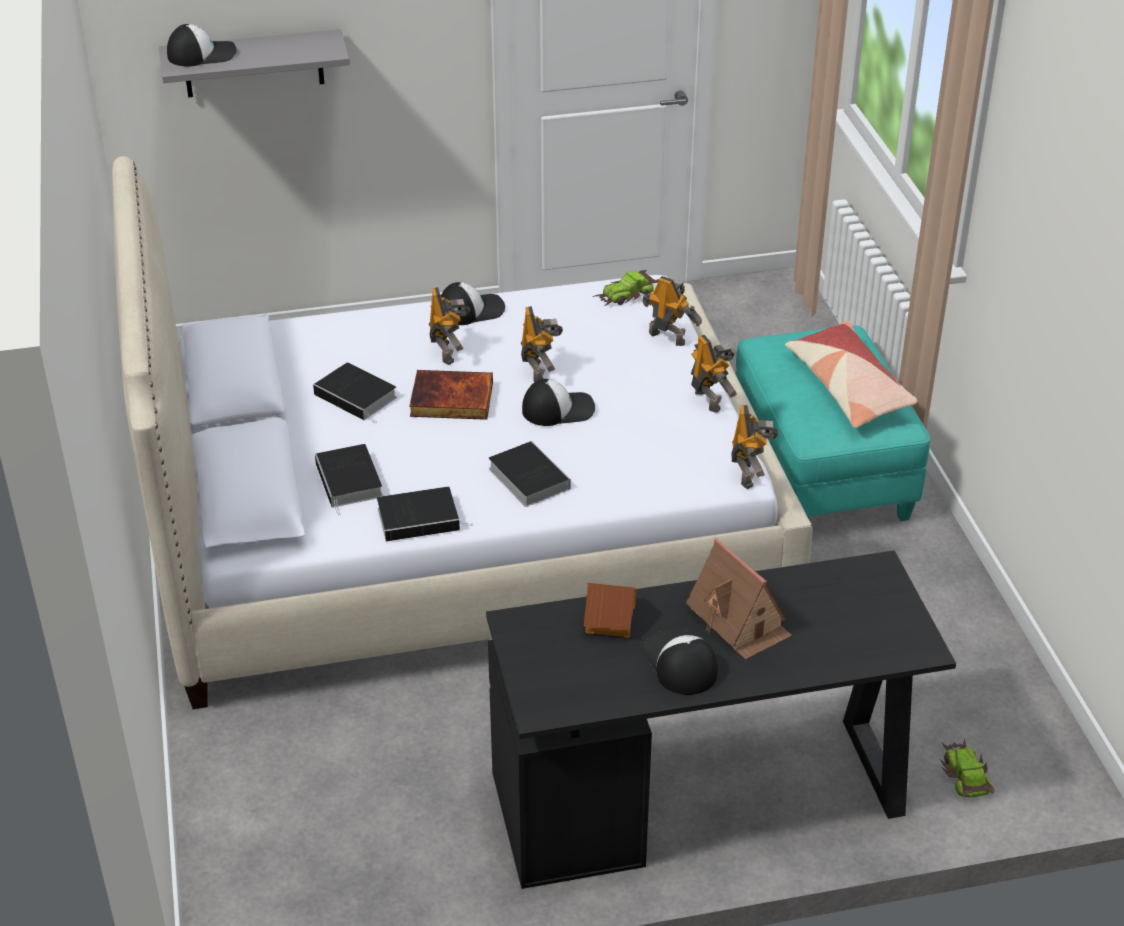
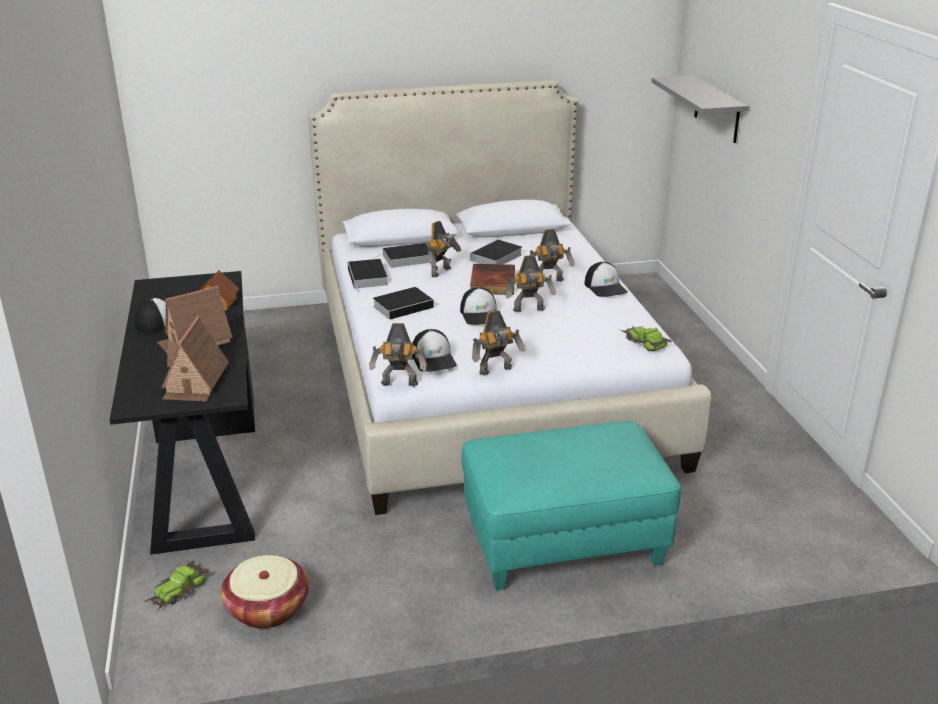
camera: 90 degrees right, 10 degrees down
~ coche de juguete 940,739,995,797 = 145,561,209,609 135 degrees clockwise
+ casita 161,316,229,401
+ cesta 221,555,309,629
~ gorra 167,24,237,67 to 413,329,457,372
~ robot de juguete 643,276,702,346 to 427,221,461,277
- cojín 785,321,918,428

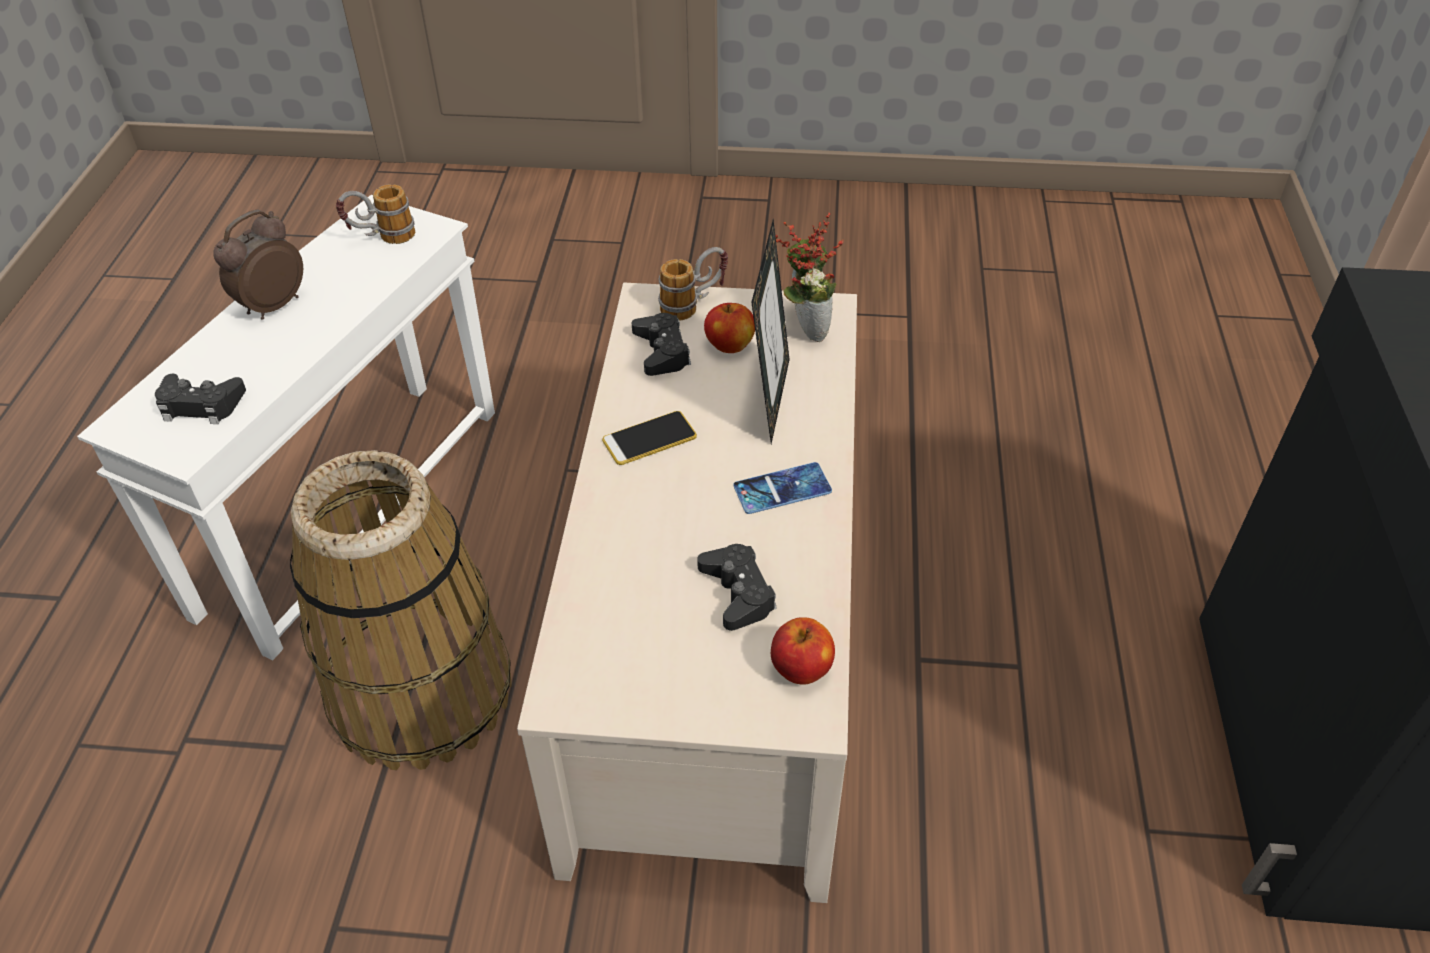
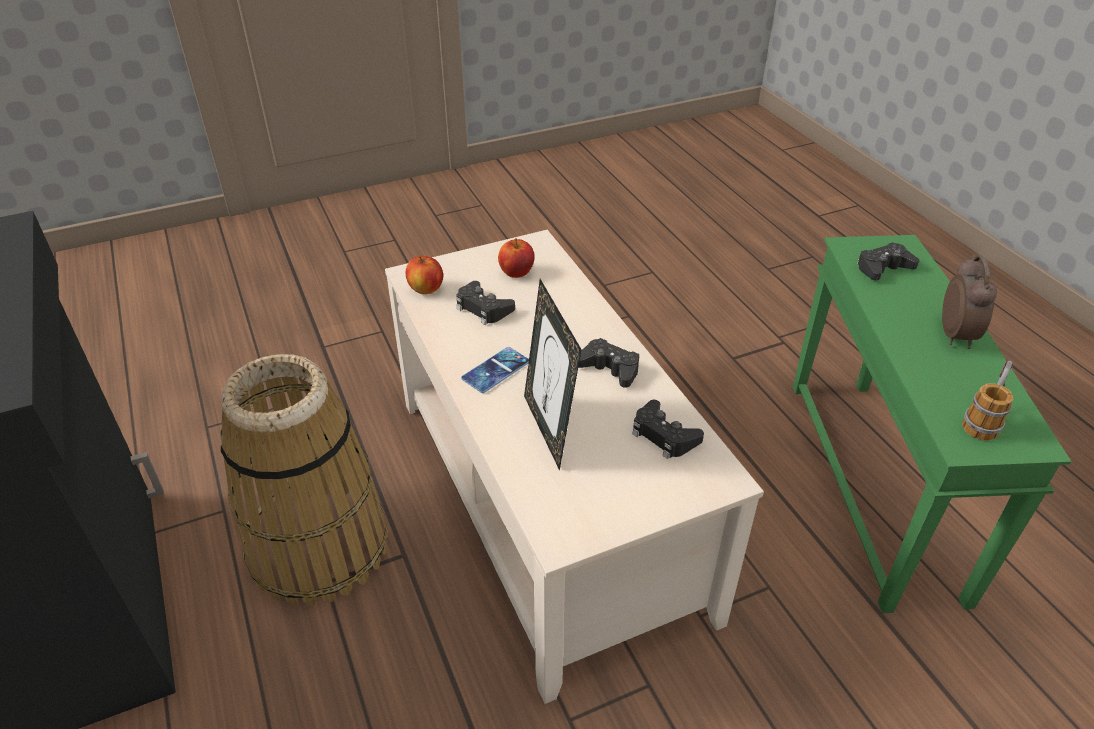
camera: 150 degrees right, 5 degrees down
~ cesta 290,450,512,770 to 221,354,388,606
~ manzana 704,303,755,353 to 498,238,535,278
~ móvil 602,411,697,465 to mando de consola (negro) 578,338,639,388
~ mesa auxiliar (blanco) 77,195,495,660 to mesa auxiliar (verde) 793,235,1072,613
- taza grande 658,247,728,321
- planta en maceta 775,213,844,342

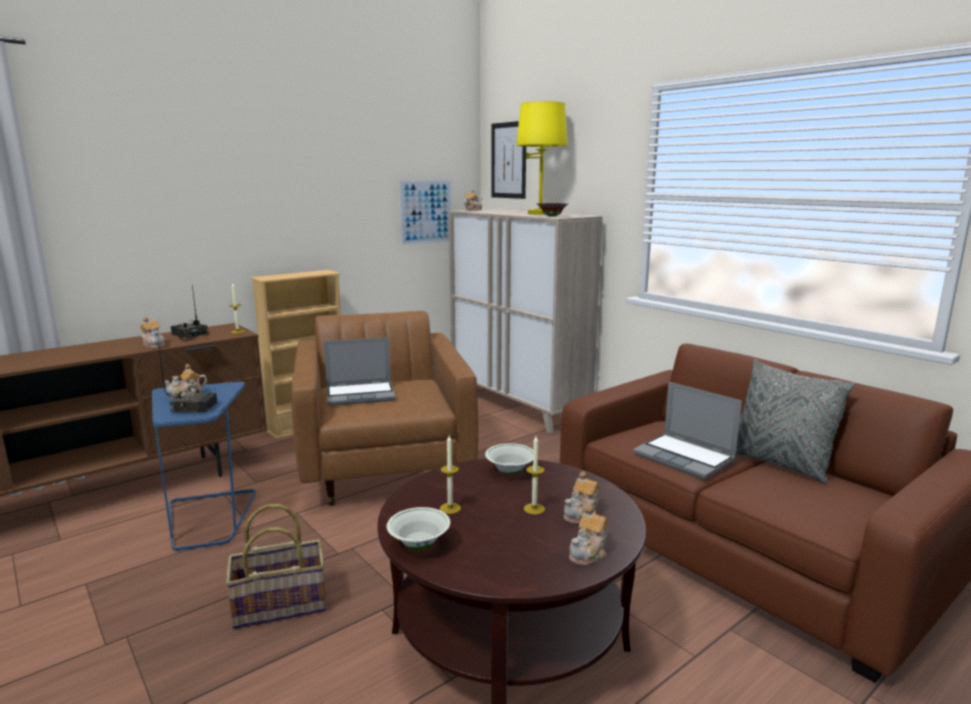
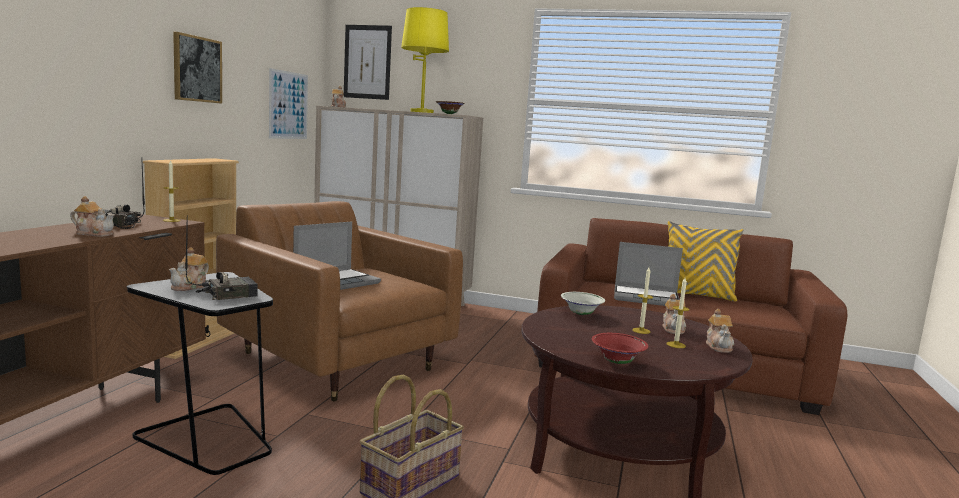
camera: 35 degrees left, 5 degrees down
~ mesa auxiliar (azul) 152,382,256,551 to mesa auxiliar (negro) 127,272,273,475
+ cuadro 173,32,222,104
~ cuenco (blanco) 386,507,450,550 to cuenco (rojo) 592,333,648,364
~ vela 440,435,461,514 to 667,278,689,348
~ cojín (gris) 736,359,855,484 to cojín (amarillo) 668,221,744,301

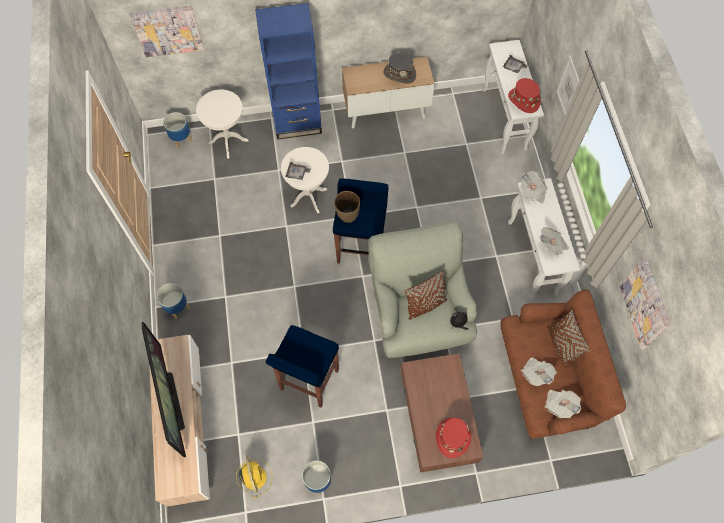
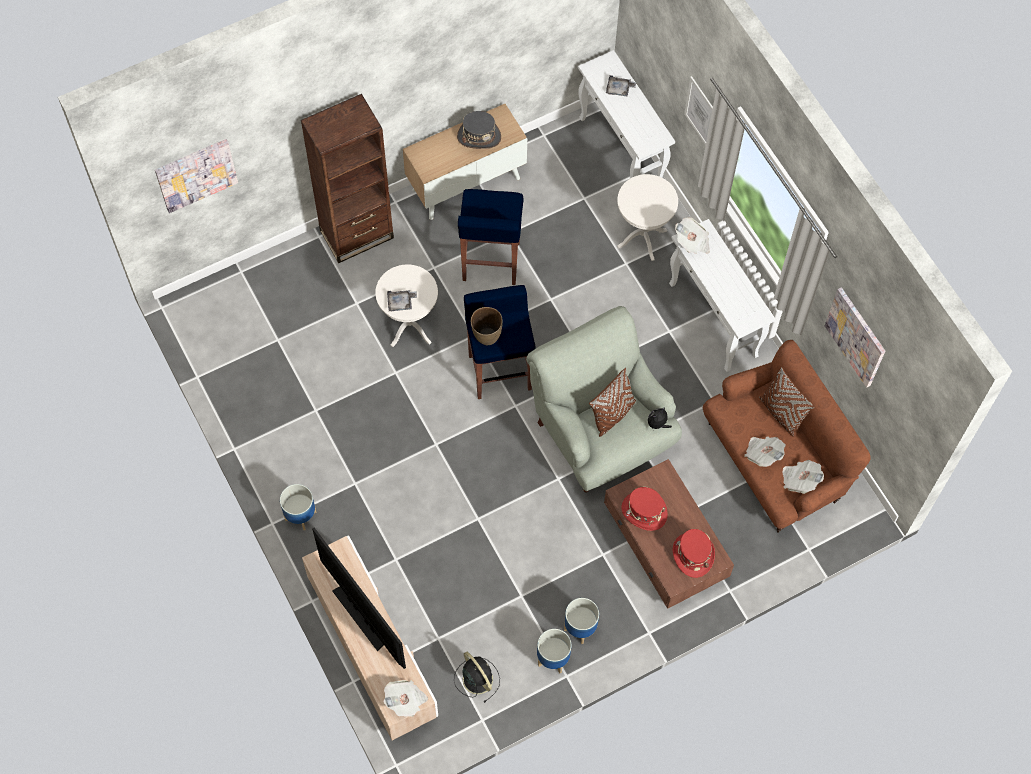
camera: 20 degrees left, 0 degrees up
~ estantería (azul) 255,3,322,140 to estantería (marrón) 301,94,394,263
~ periódico 540,227,569,255 to 383,680,428,717
~ ventilador (amarillo) 236,455,272,499 to ventilador (negro) 454,651,500,703
~ taburete (azul) 266,325,339,408 to 458,189,523,285
~ maceta 163,112,192,149 to 564,598,599,644
~ mesa auxiliar (blanco) 196,90,248,158 to 617,174,678,261
~ sombrero (rojo) 508,78,541,113 to 622,486,668,531

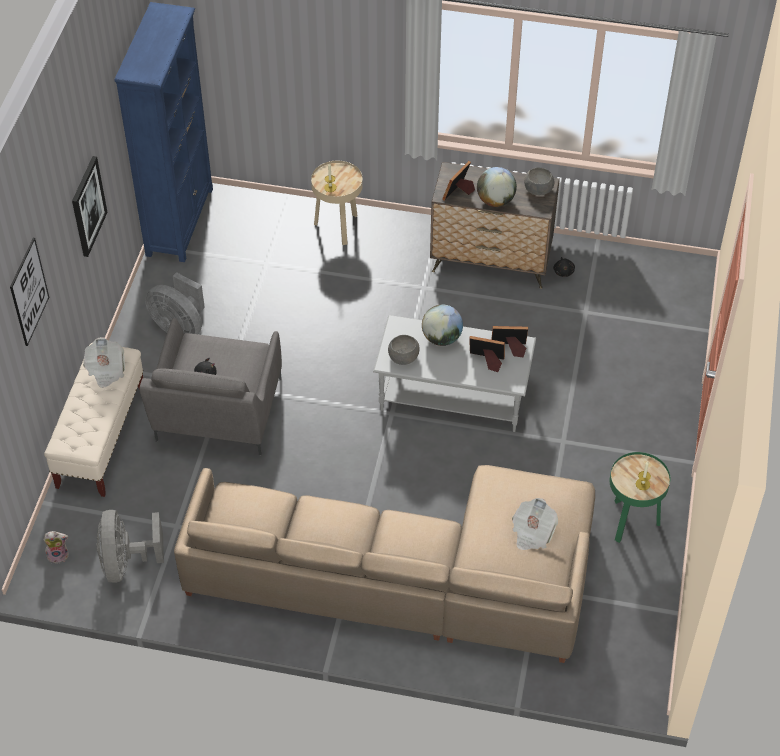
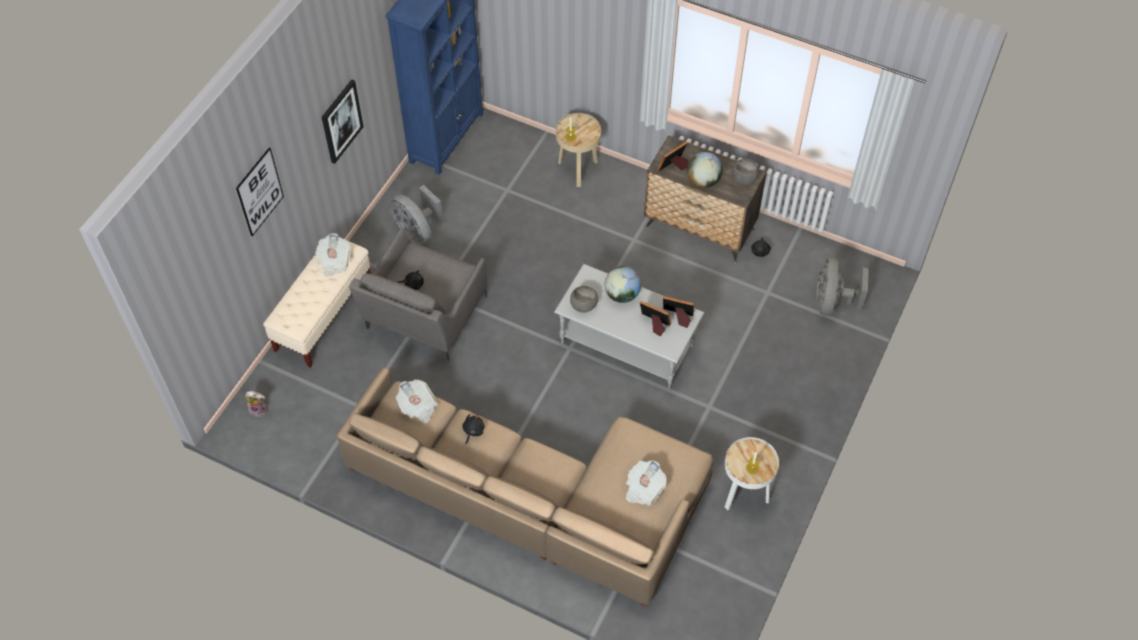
camera: 15 degrees right, 5 degrees up
+ periódico 396,380,438,423
+ peluche (negro) 462,414,484,444
~ mesa auxiliar (verde) 610,452,670,543 to mesa auxiliar (blanco) 725,437,779,510
~ ventilador (gris) 96,510,164,583 to 816,258,869,316

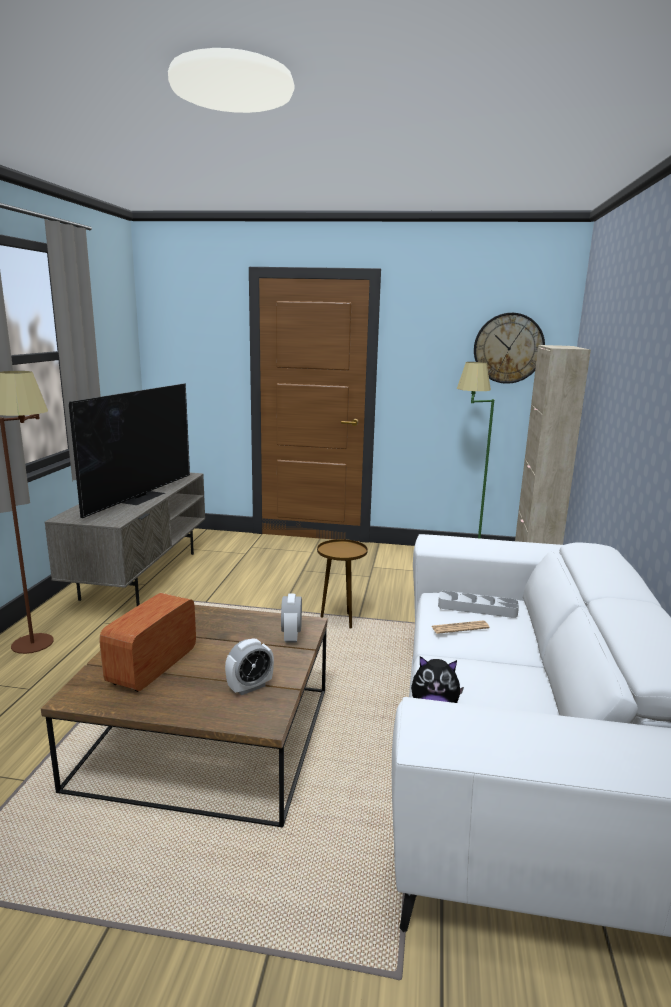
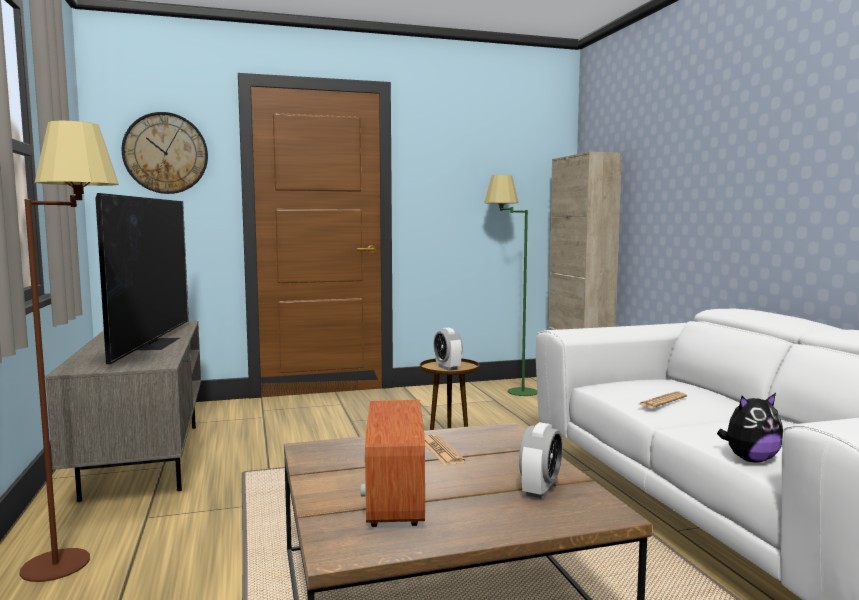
camera: 25 degrees left, 10 degrees down
~ reloj de pared 474,313,545,384 to 122,112,208,194
+ periódico 425,435,465,465
~ despertador 281,594,302,643 to 434,328,463,371
- bandeja (gris) 438,591,519,618

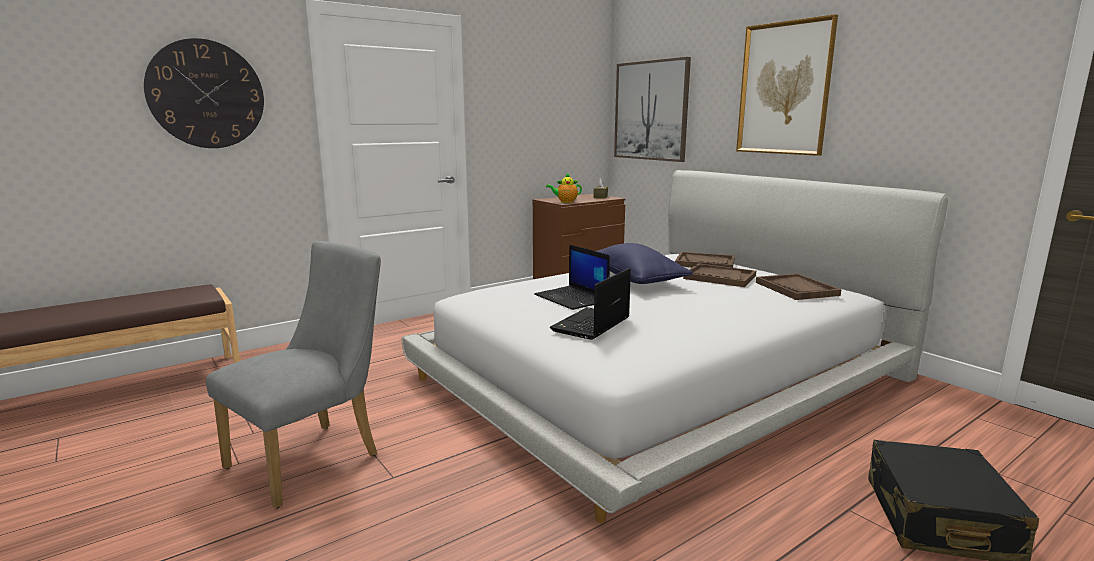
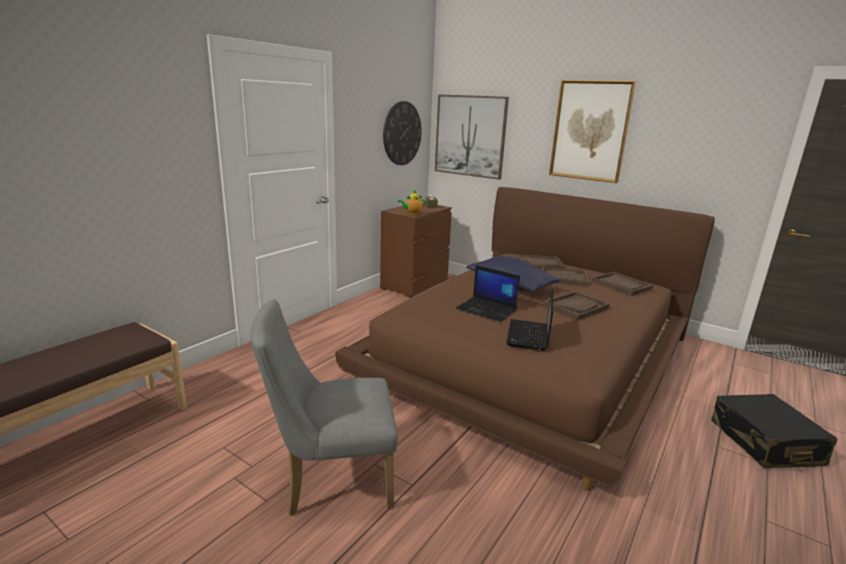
camera: 20 degrees left, 5 degrees up
~ silla (gris) 206,241,381,509 = 251,299,398,516 120 degrees counterclockwise
~ cama (blanco) 401,170,948,523 to cama (marrón) 335,187,715,491
~ reloj de pared 144,38,264,148 to 383,101,422,165
+ bandeja (marrón) 543,291,610,320

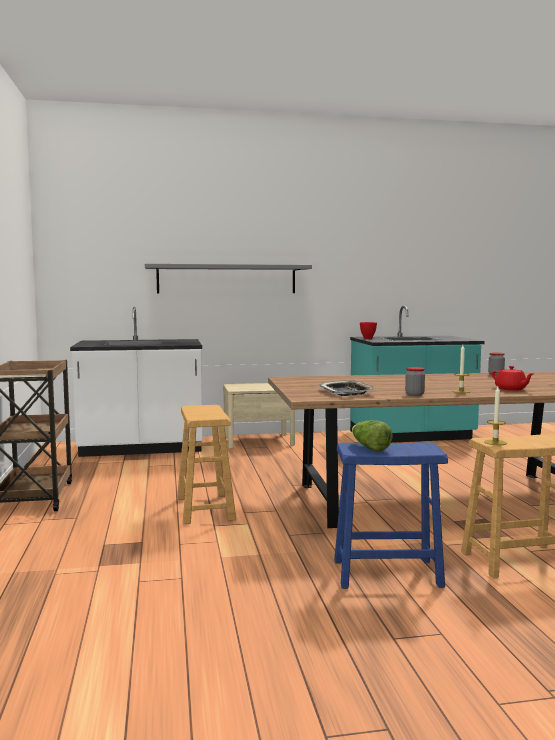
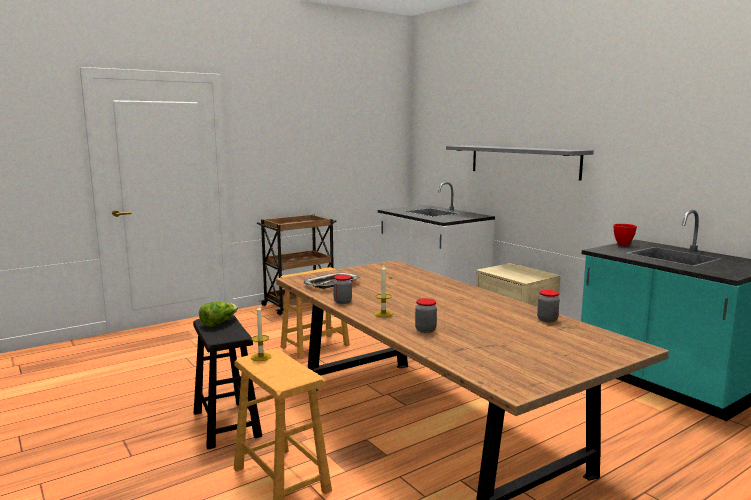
camera: 65 degrees right, 5 degrees up
~ taburete (azul) 334,442,448,589 to taburete (negro) 193,315,262,449
~ tetera (rojo) 492,366,534,391 to tarro 415,298,437,333

